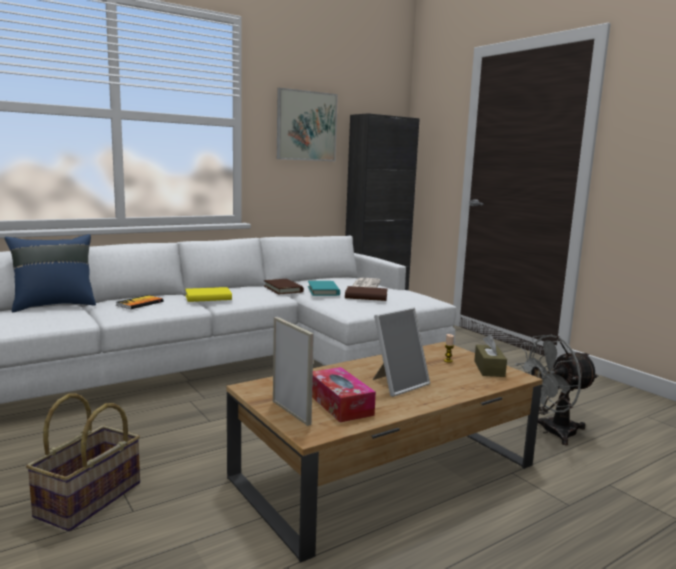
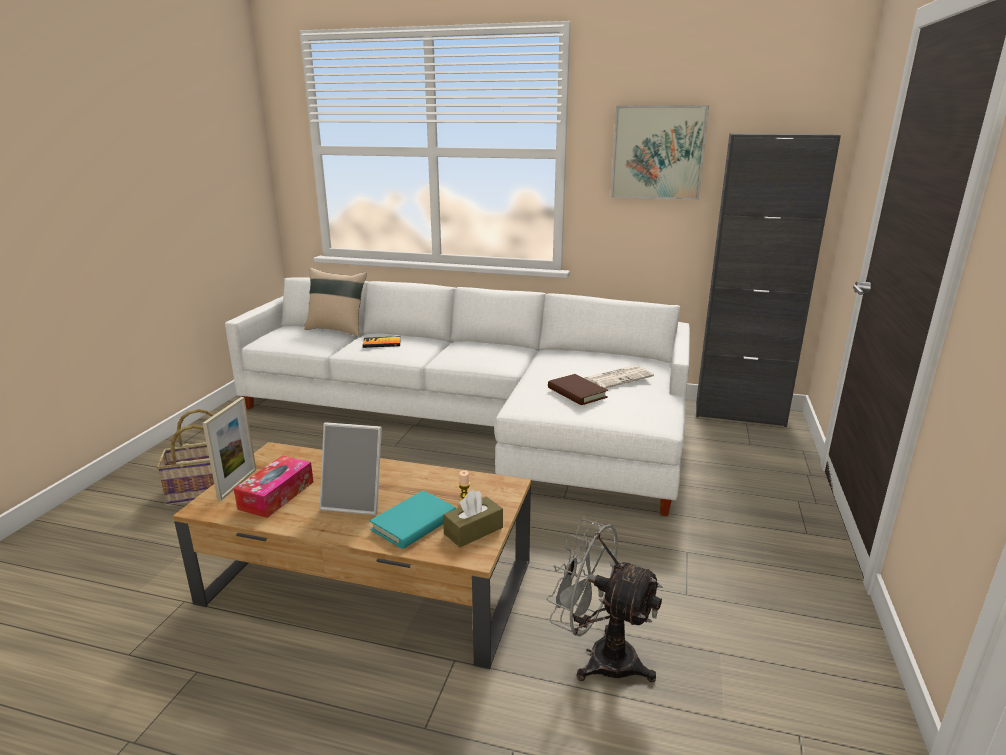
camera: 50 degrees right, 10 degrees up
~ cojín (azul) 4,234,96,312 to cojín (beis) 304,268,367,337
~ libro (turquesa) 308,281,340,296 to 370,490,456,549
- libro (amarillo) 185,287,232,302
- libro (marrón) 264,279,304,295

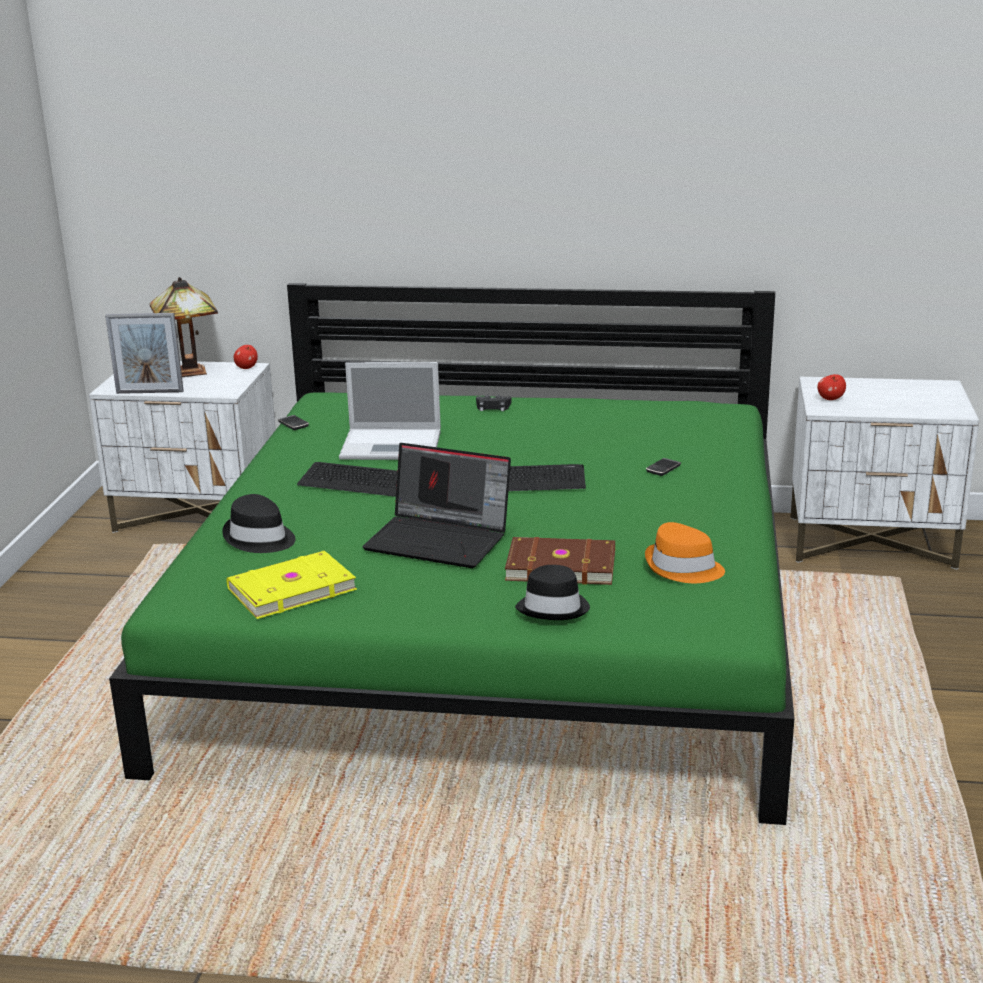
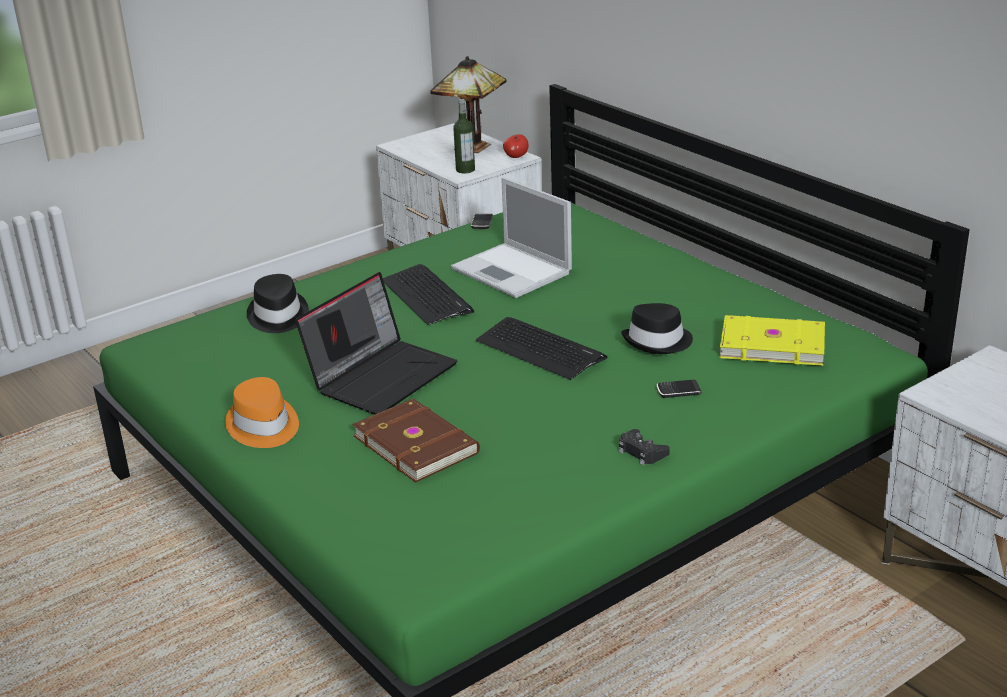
camera: 45 degrees right, 5 degrees up
~ sombrero (naranja) 645,522,725,583 to 225,377,299,448
~ portátil 362,443,511,568 = 295,272,457,415 120 degrees counterclockwise
+ botella 453,99,475,173
~ mando de consola (negro) 476,395,511,411 to 619,429,670,465
~ sombrero (negro) 515,565,590,620 to 621,303,693,354
~ libro (amarillo) 226,551,357,619 to 719,315,825,366
- portarretratos 105,313,184,394
- manzana 817,374,846,400

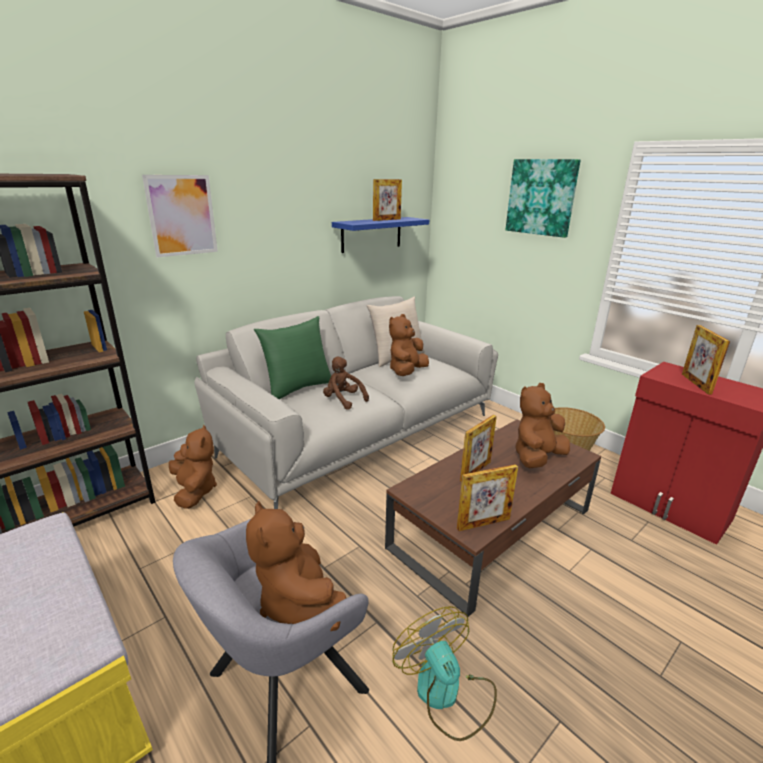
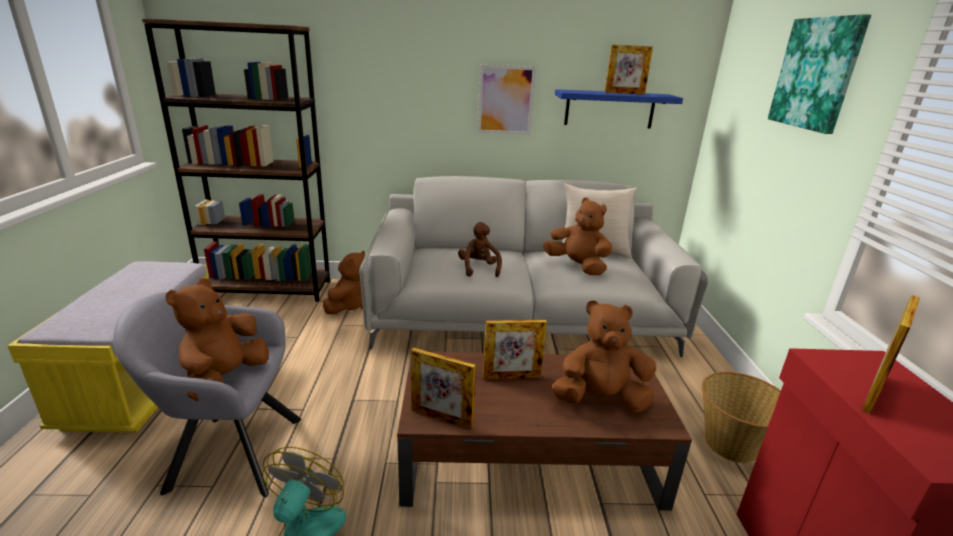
camera: 40 degrees right, 0 degrees up
~ cuadro 142,175,218,257 to 478,65,536,135
~ peluche (marrón) 389,314,429,376 = 543,198,612,275 60 degrees clockwise
- cojín (verde) 254,316,331,399

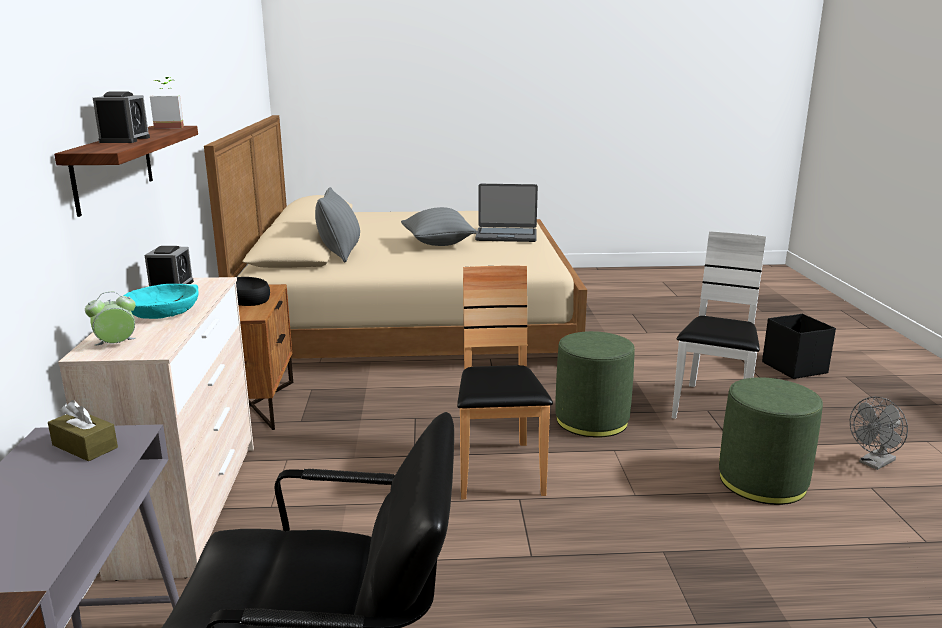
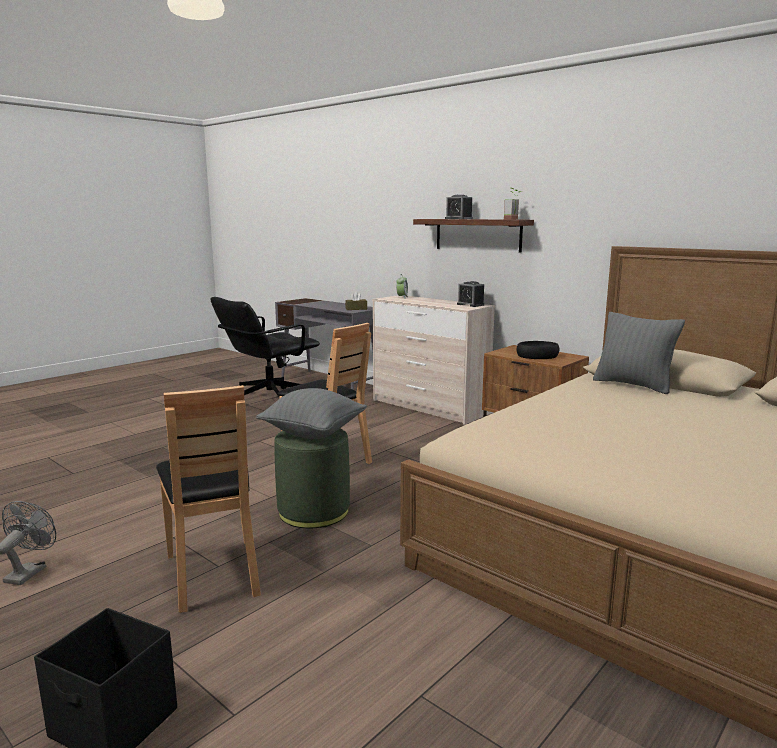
camera: 135 degrees right, 5 degrees down
~ silla (blanco) 672,231,766,419 to silla (marrón) 156,385,261,613
~ cojín (gris) 401,207,477,246 to 256,388,367,439
- cuenco (turquesa) 124,284,199,319
- portátil 475,184,538,242
- puf (verde) 719,377,823,505

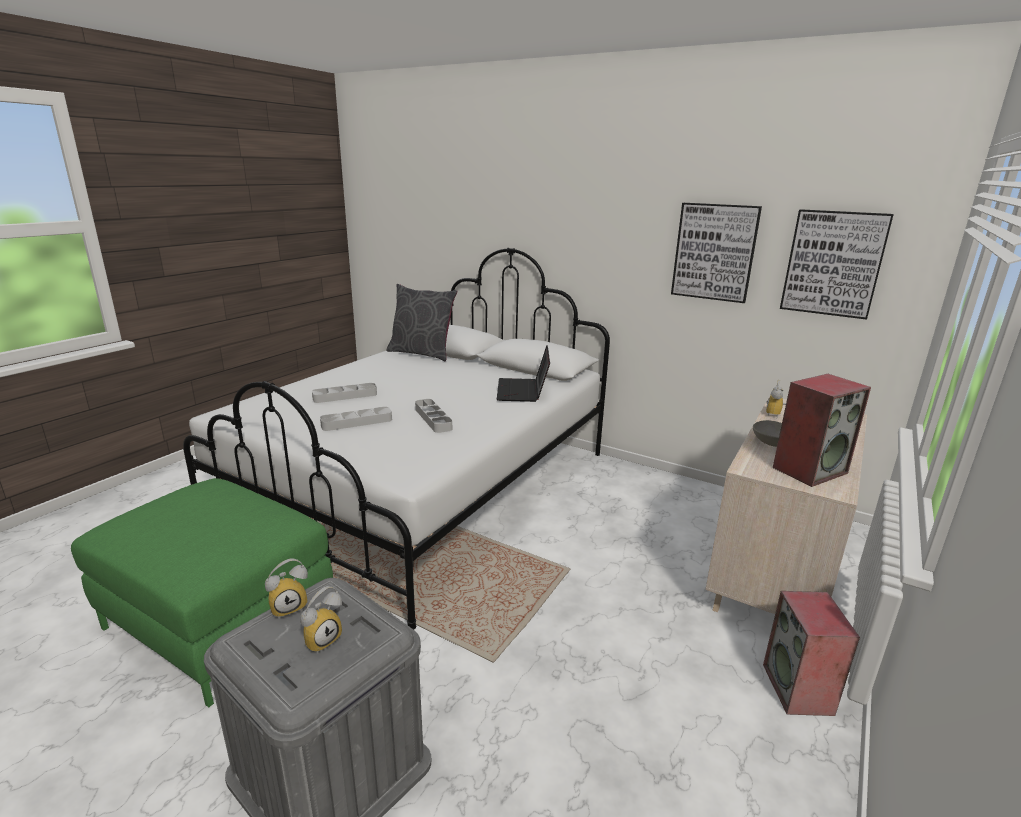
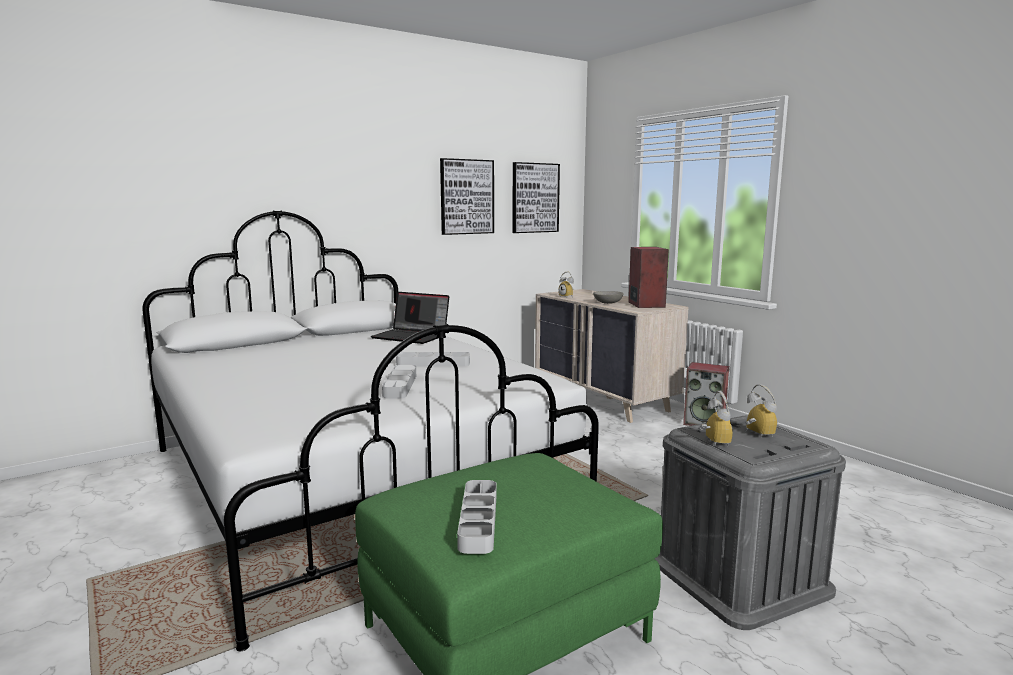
camera: 65 degrees left, 10 degrees down
~ bandeja (gris) 312,383,377,403 to 457,480,496,554
- cojín (gris) 386,284,457,361

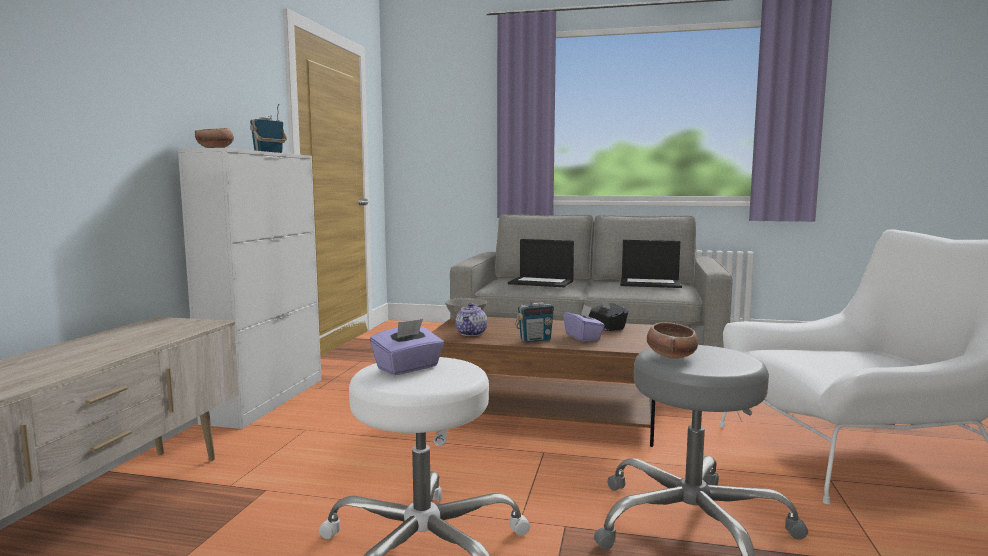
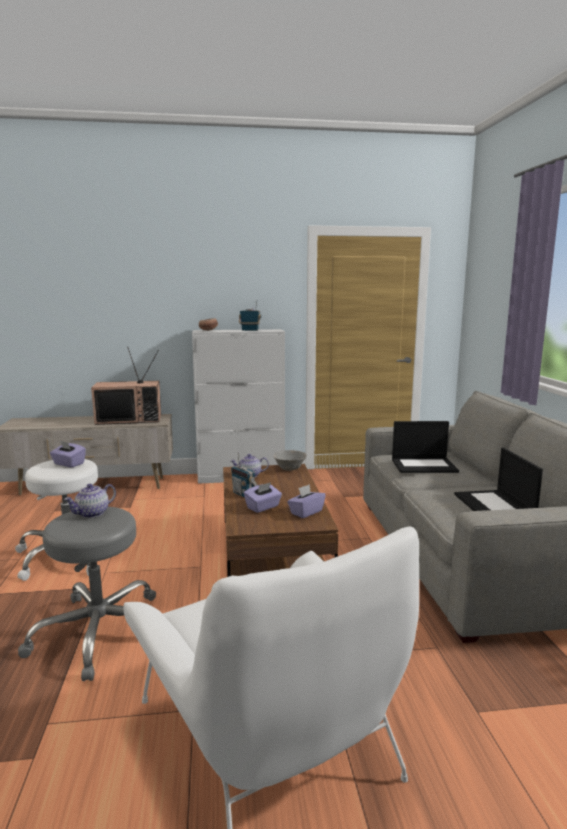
camera: 70 degrees right, 5 degrees up
~ cuenco 647,322,698,359 to tetera 64,484,116,518
+ televisor 91,348,161,425
~ caja de pañuelos (negro) 589,297,628,331 to caja de pañuelos (morado) 287,484,326,518
~ portátil 508,239,574,287 = 392,421,459,473 90 degrees counterclockwise

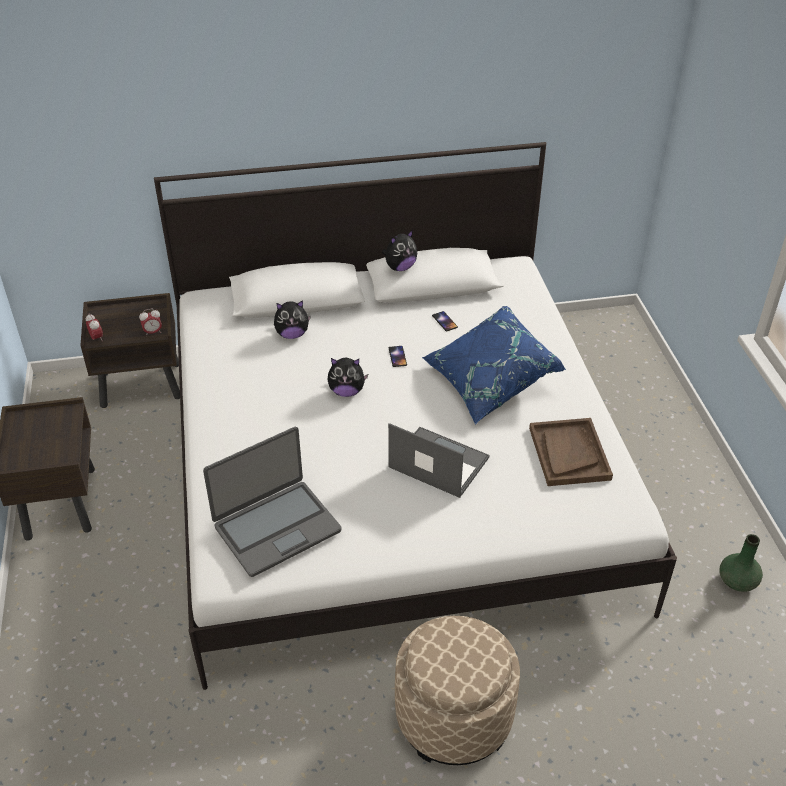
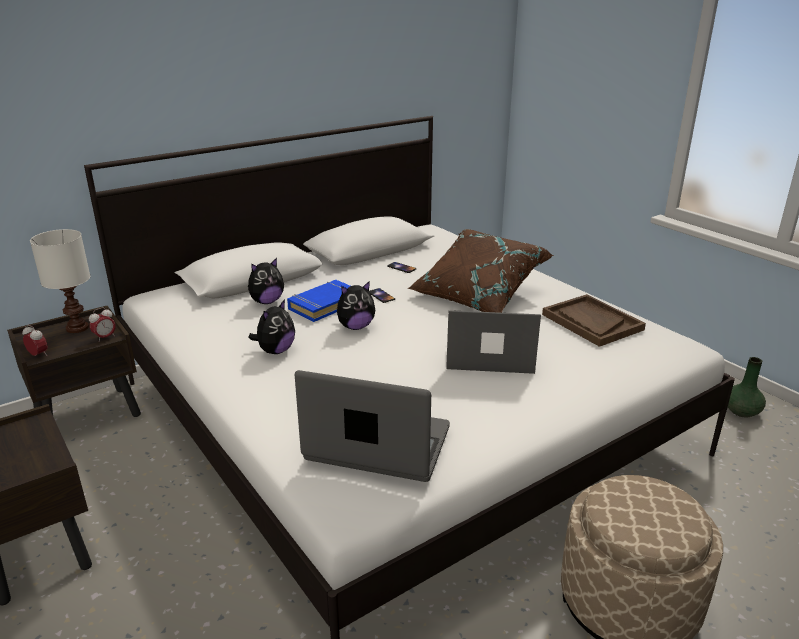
camera: 25 degrees left, 15 degrees down
+ lámpara de mesa (blanco) 30,229,90,333
~ peluche 382,230,417,271 to 248,299,295,354
+ libro (azul) 287,280,350,322
~ portátil 203,427,342,577 = 295,370,450,482 105 degrees counterclockwise
~ cojín (azul) 422,306,566,425 to cojín (marrón) 408,229,554,313

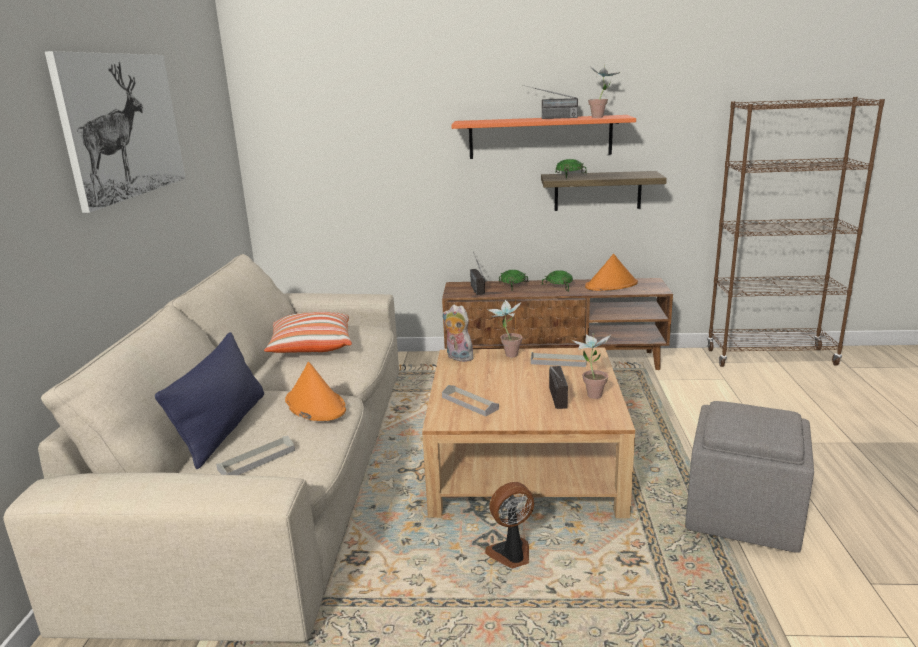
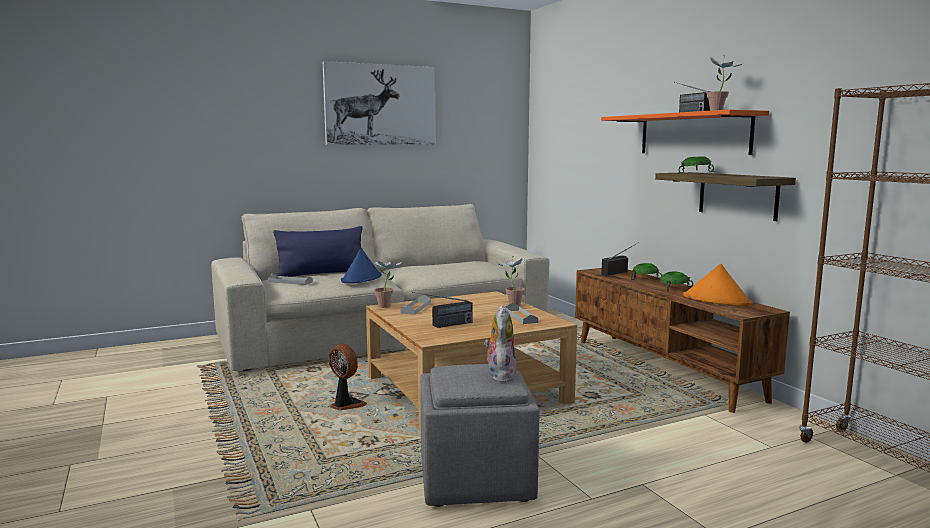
camera: 60 degrees right, 10 degrees down
~ sombrero (naranja) 285,362,346,421 to sombrero (azul) 341,248,382,284
~ planta en maceta 572,333,611,399 to 373,259,401,308
~ peluche 442,304,475,362 to 484,305,517,383
- cojín 264,312,352,353

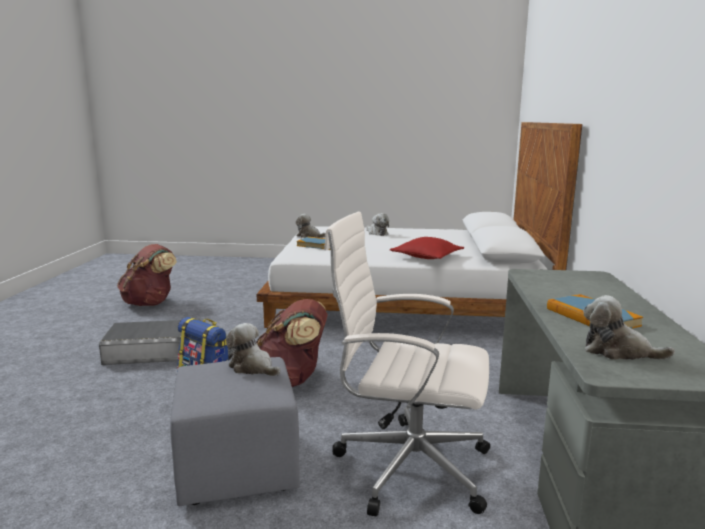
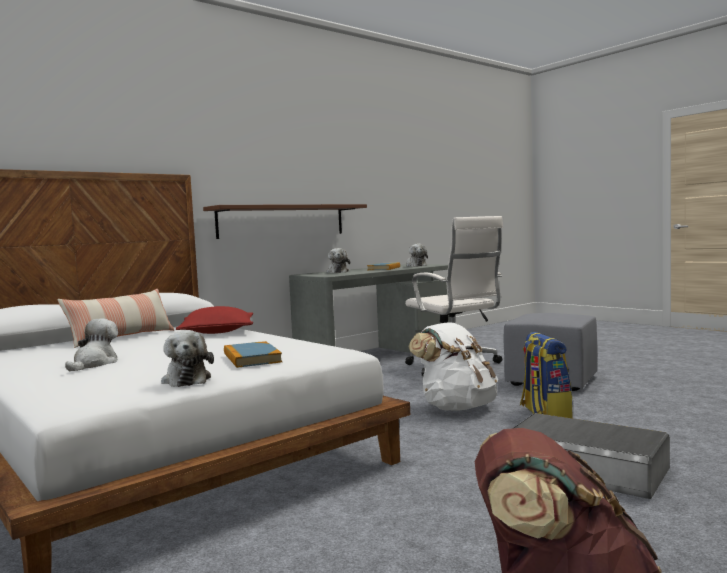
camera: 135 degrees left, 10 degrees down
+ cojín 57,289,174,348
+ estante (marrón) 203,204,367,239
~ peluche 226,323,281,376 to 326,248,350,273
~ mochila (marrón) 256,299,328,387 to mochila (blanco) 408,323,498,411

